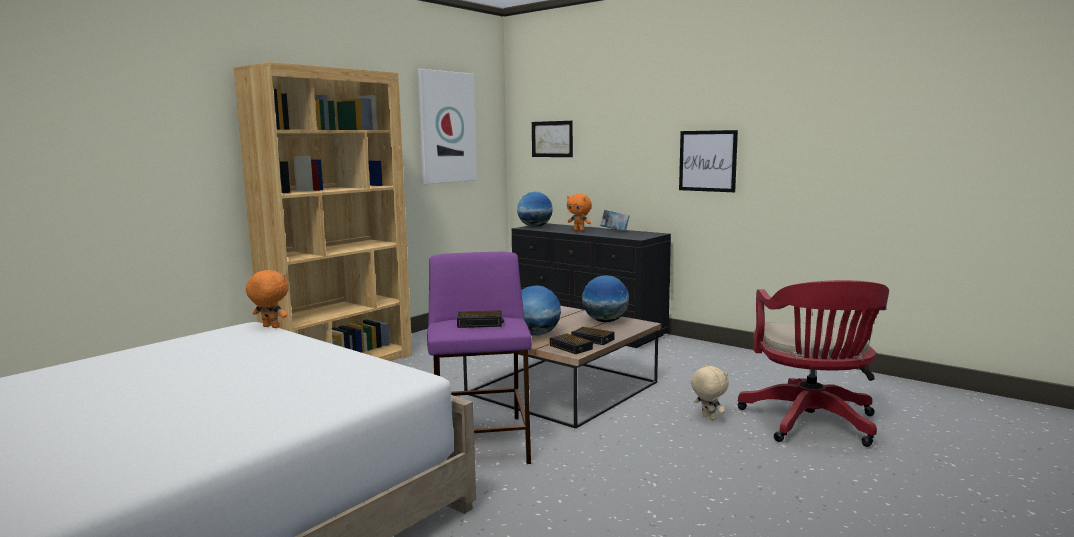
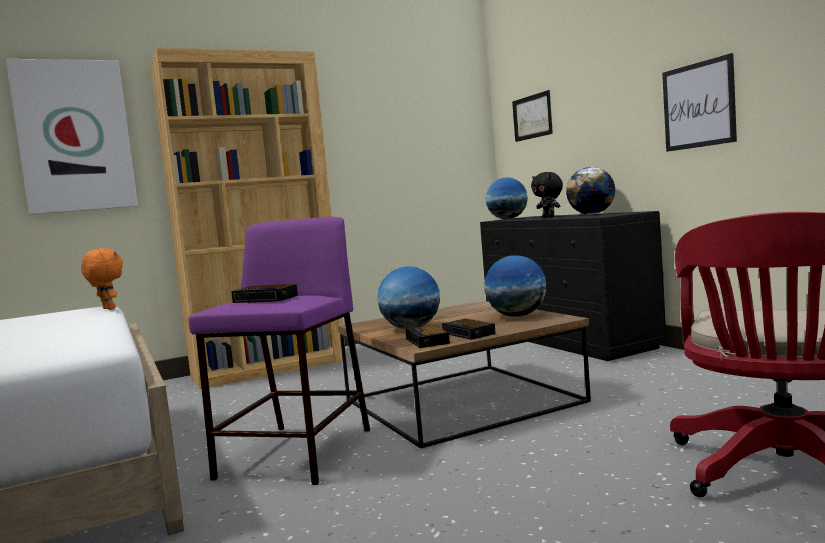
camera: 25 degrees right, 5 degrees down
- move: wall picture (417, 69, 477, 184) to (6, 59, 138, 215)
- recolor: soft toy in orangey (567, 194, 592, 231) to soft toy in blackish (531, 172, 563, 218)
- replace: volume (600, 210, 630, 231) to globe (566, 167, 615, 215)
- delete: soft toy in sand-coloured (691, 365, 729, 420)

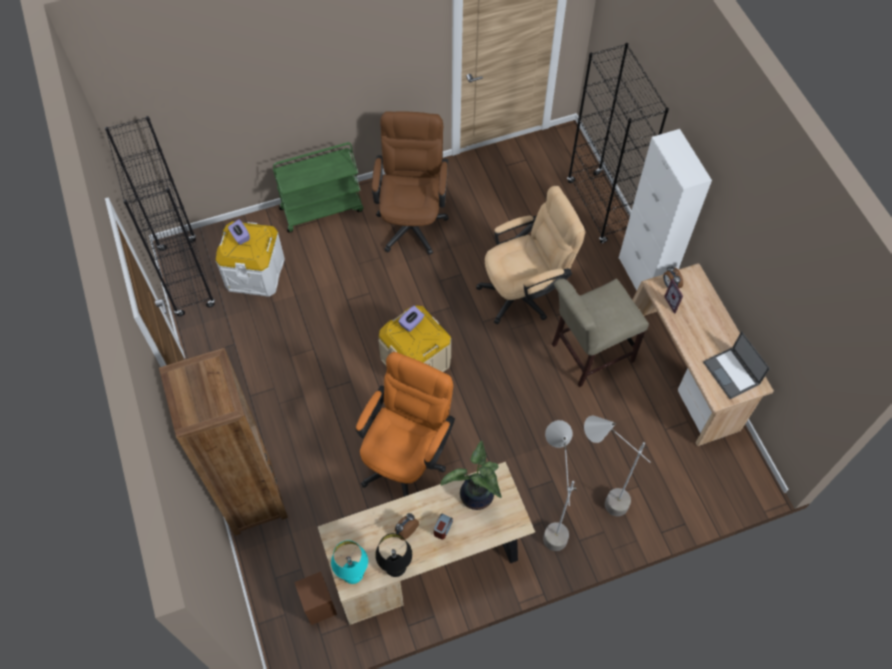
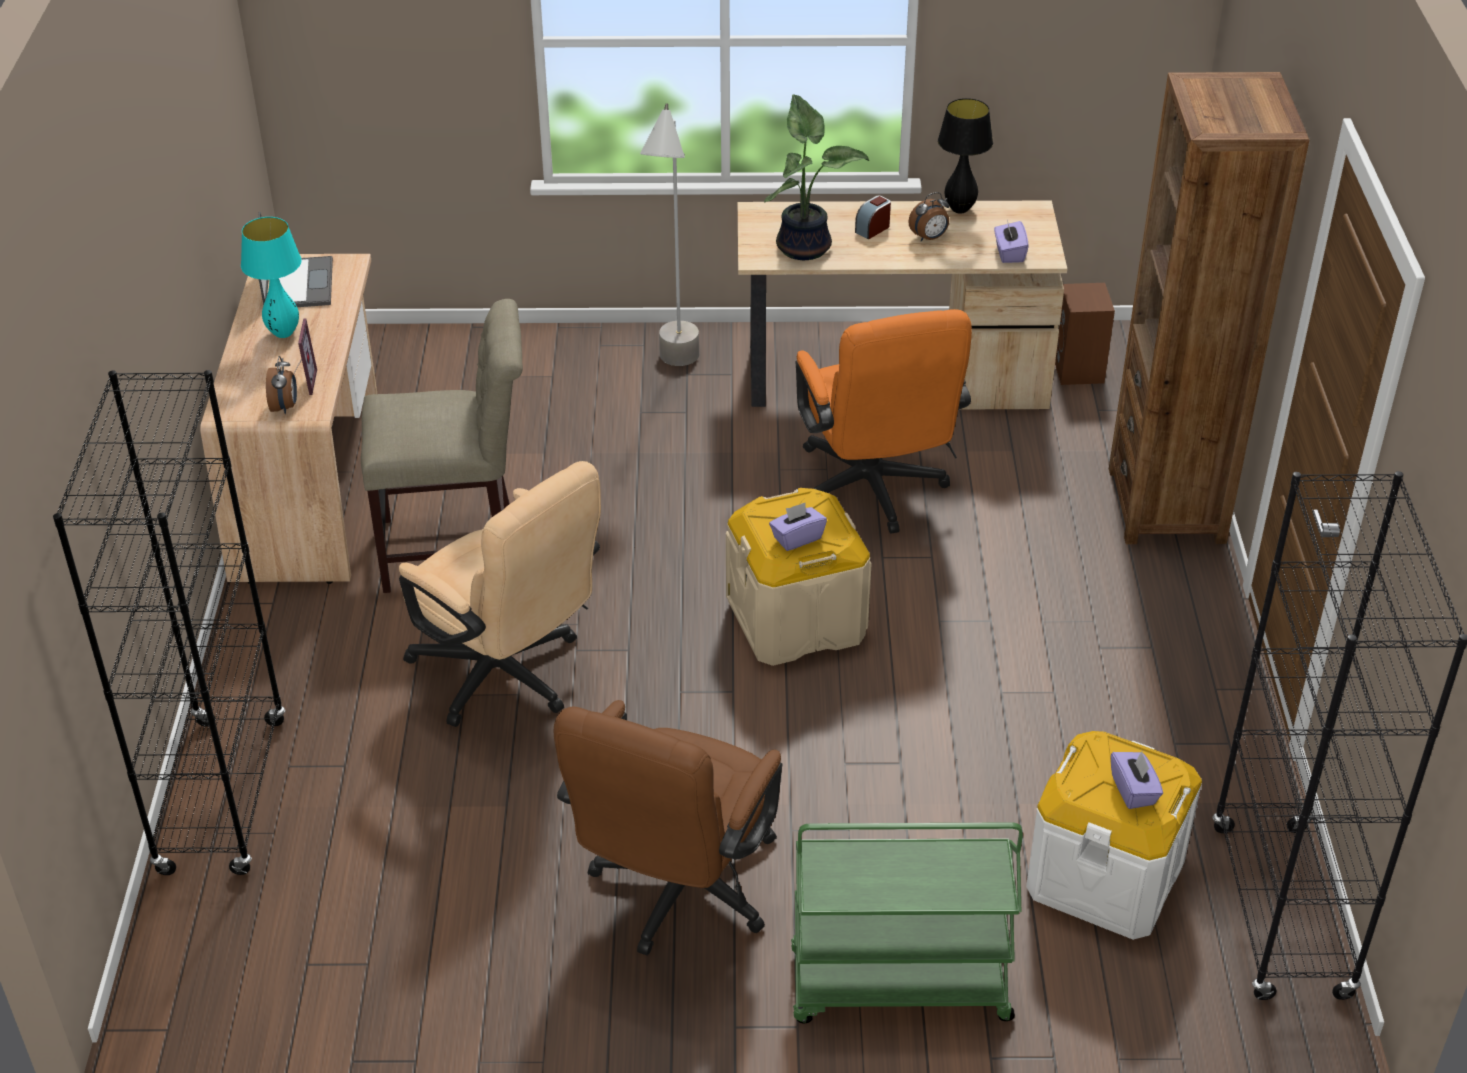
camera: 160 degrees left, 20 degrees down
- move: lamp for a table in turquoise (331, 540, 368, 584) to (241, 217, 302, 338)
- rotate: desk chair in orangey (356, 352, 455, 497) = (795, 309, 972, 534) 60 degrees counterclockwise
- rotate: desk chair in sand-coloured (476, 186, 585, 325) = (399, 461, 601, 727) 135 degrees counterclockwise
- delete: standard lamp in greyish (584, 416, 650, 516)
- delete: cupboard in white (619, 129, 712, 290)
- insert: box of tissues in purplish (994, 220, 1029, 263)

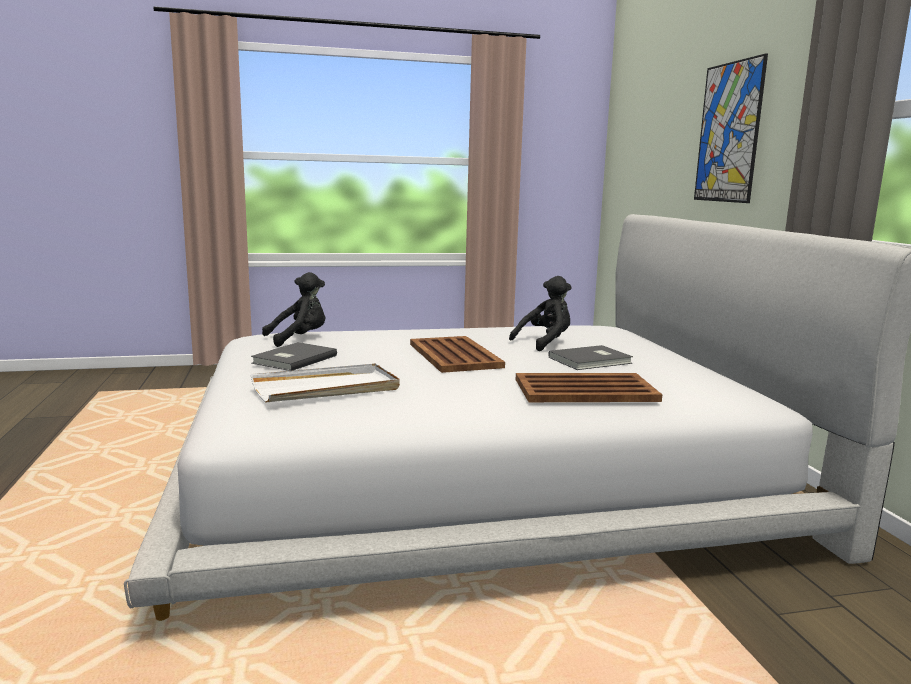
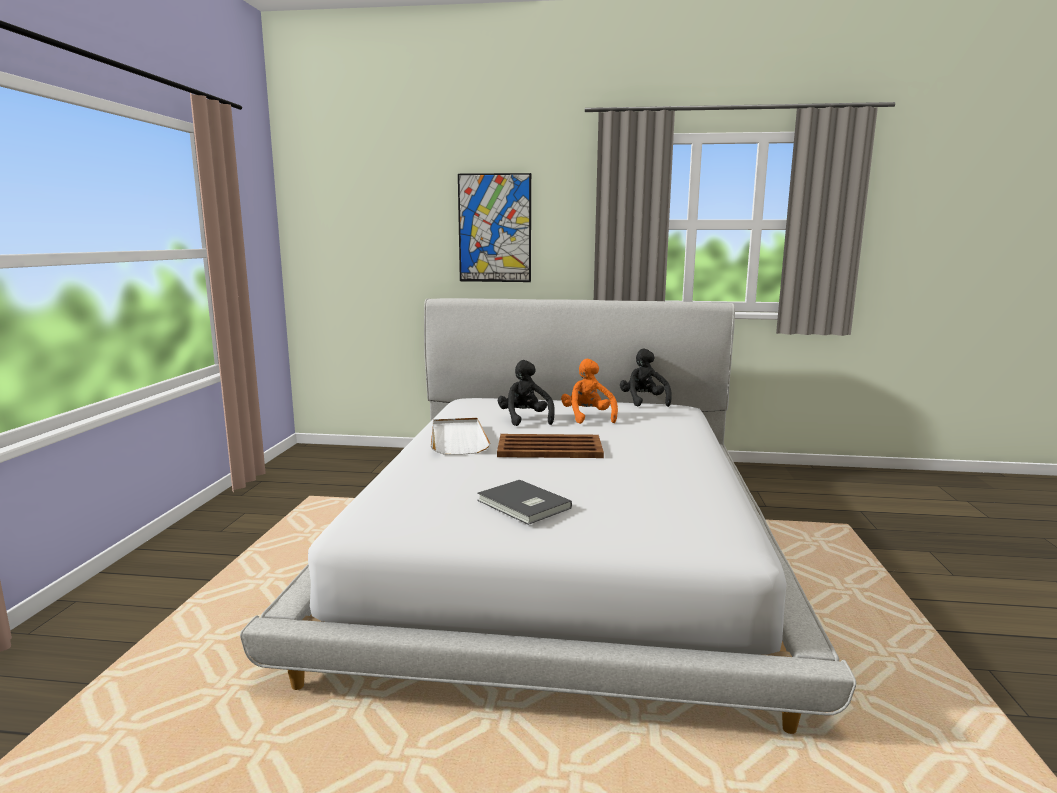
camera: 70 degrees left, 0 degrees up
- move: carrying tray in white (251, 363, 400, 403) to (431, 418, 490, 455)
- move: soft toy in blackish (262, 272, 326, 347) to (620, 349, 672, 407)
- delete: carrying tray in brown (516, 373, 662, 402)
- replace: volume in greyish (548, 345, 633, 370) to soft toy in orangey (561, 359, 618, 424)

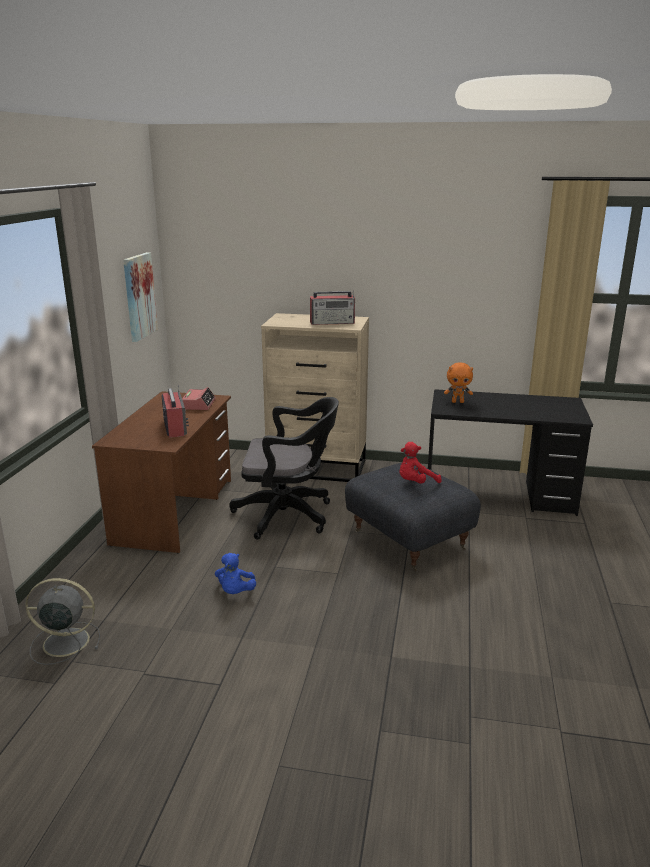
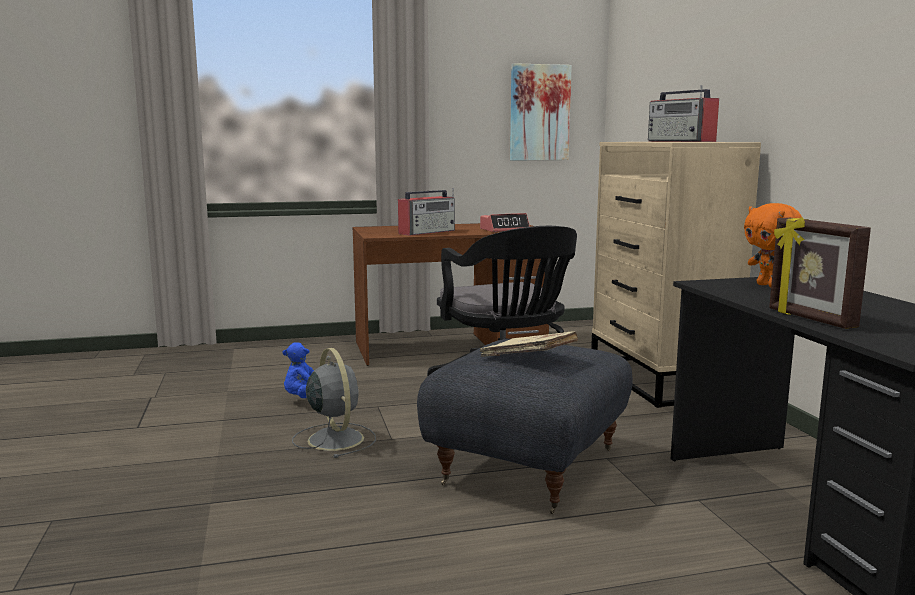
camera: 65 degrees right, 10 degrees down
- move: cooling fan in greyish (25, 578, 100, 665) to (292, 348, 376, 458)
- replace: soft toy in red-coloured (399, 442, 442, 484) to volume in sand-coloured (480, 331, 578, 356)
- insert: photo frame (769, 217, 871, 329)

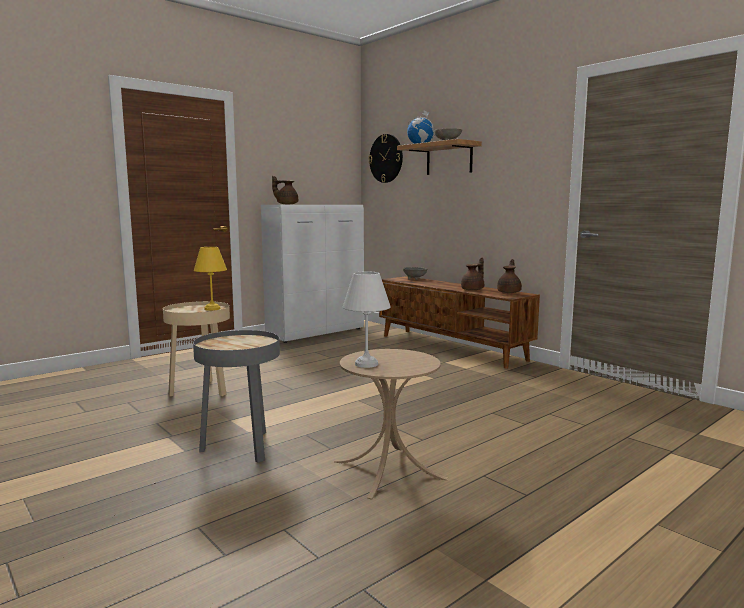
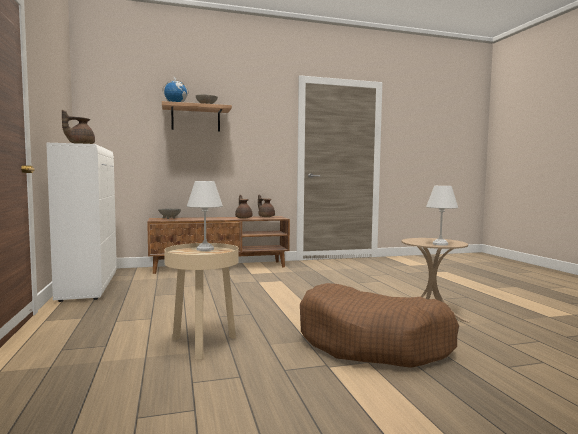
camera: 65 degrees left, 5 degrees down
- replace: accent table in greyish (193, 330, 280, 463) to dog cushion in brown (300, 283, 459, 368)
- recolor: lamp for a table in yellow-coloured (194, 247, 227, 311) to lamp for a table in white (187, 181, 223, 251)
- delete: hanging clock (368, 134, 403, 183)

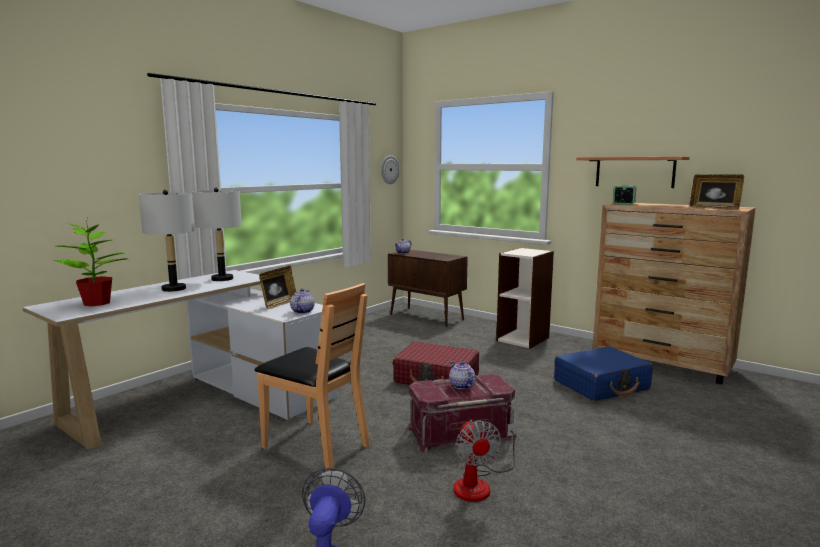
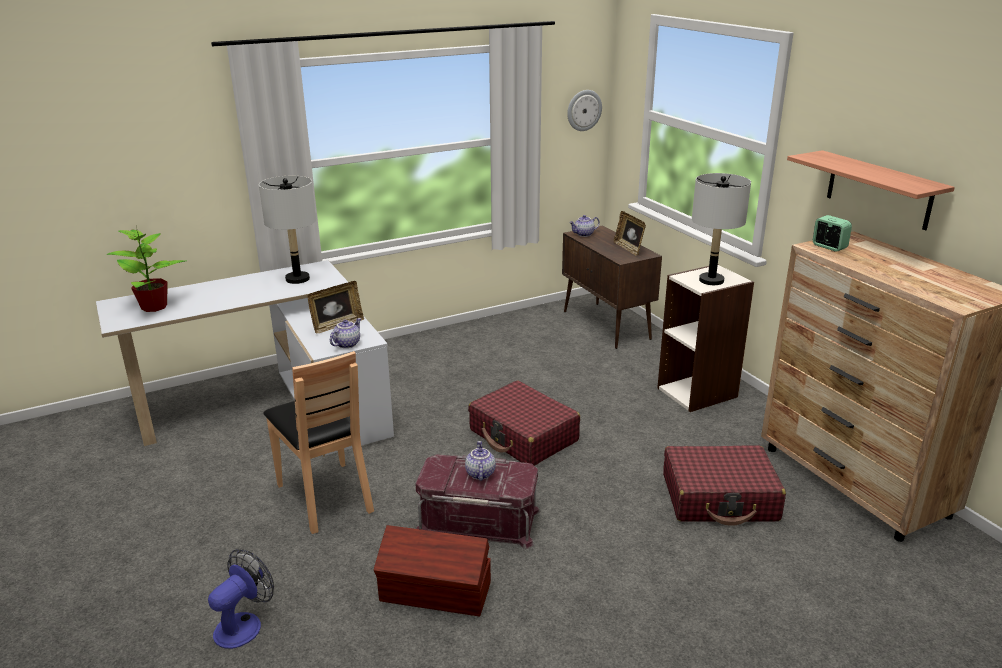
camera: 25 degrees right, 15 degrees up
- move: lamp for a table in greyish (139, 190, 195, 292) to (692, 173, 751, 285)
- replace: cooling fan (454, 420, 516, 502) to storage box in brown (374, 525, 491, 616)
- recolor: suitcase in blue-coloured (554, 346, 653, 401) to suitcase in red-coloured (663, 446, 786, 526)
- move: photo frame (690, 174, 744, 210) to (614, 211, 646, 256)

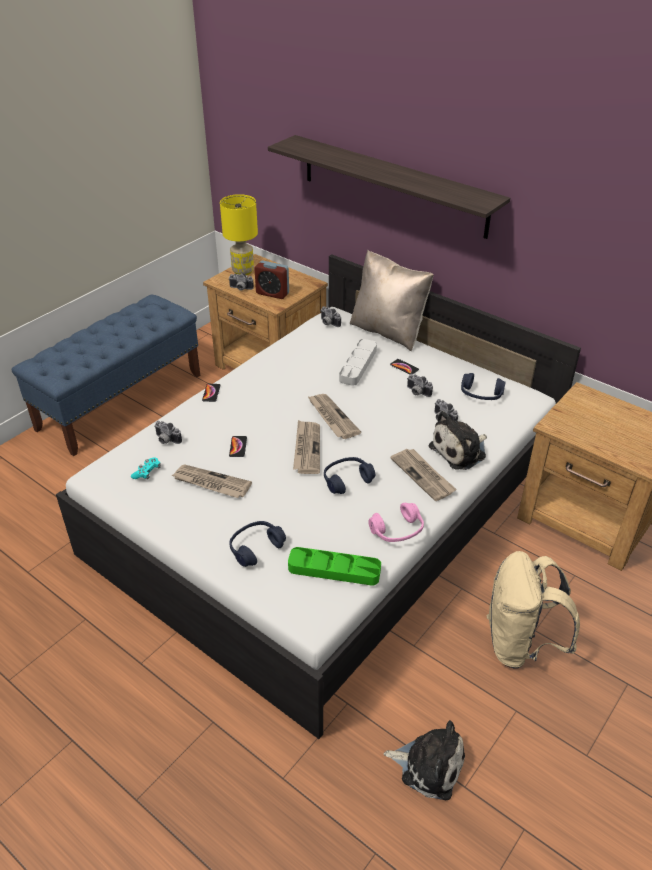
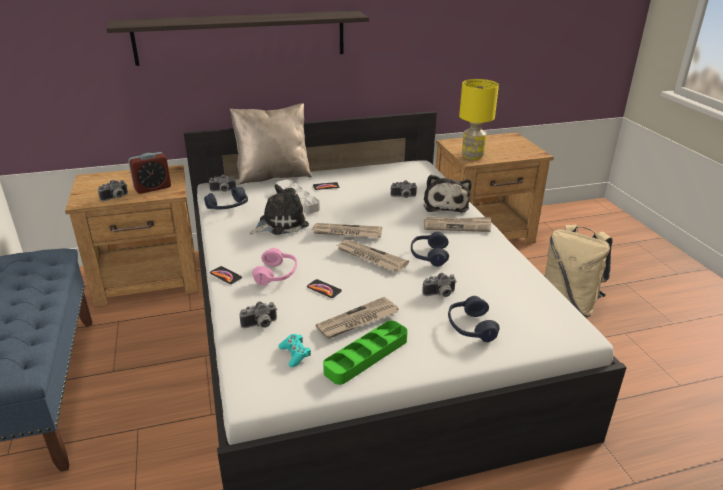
camera: 55 degrees left, 10 degrees down
- move: lamp for a table in yellow-coloured (220, 194, 258, 275) to (459, 79, 499, 160)
- move: carrying tray in greenish (288, 547, 381, 586) to (323, 320, 408, 385)
- move: pair of headphones in pinkish (368, 503, 424, 542) to (252, 248, 297, 286)
- move: soft toy (384, 720, 465, 800) to (250, 184, 309, 235)
- move: photo camera (407, 374, 433, 397) to (422, 273, 457, 297)
- move: pair of headphones in blue-coloured (461, 373, 506, 400) to (204, 187, 248, 210)

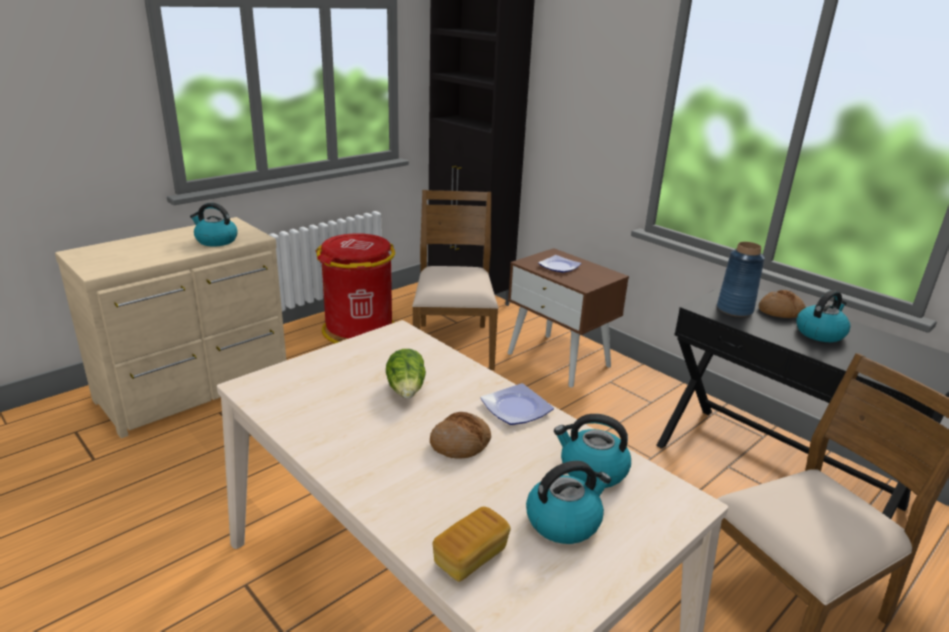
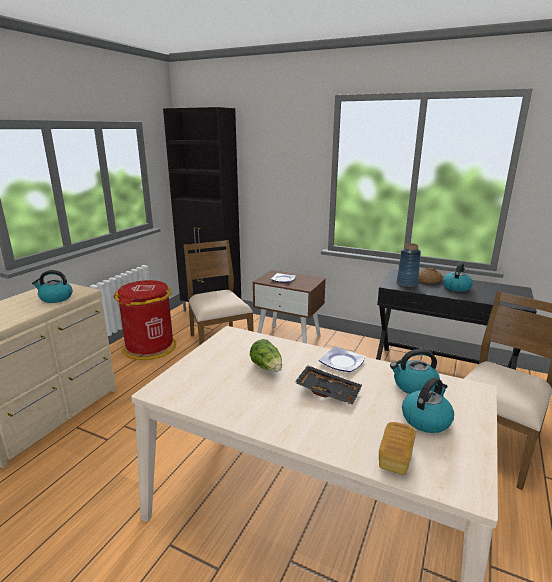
camera: 20 degrees left, 5 degrees down
- replace: baked bread (430, 412, 491, 459) to carrying tray in blackish (294, 365, 362, 405)

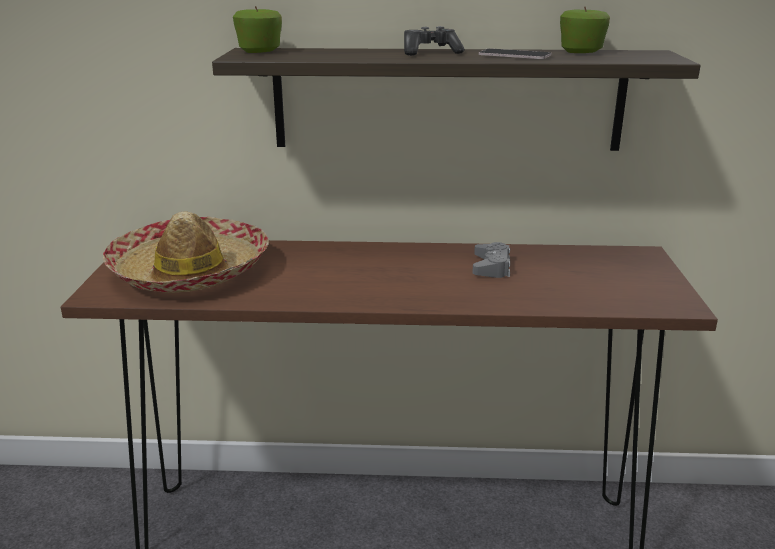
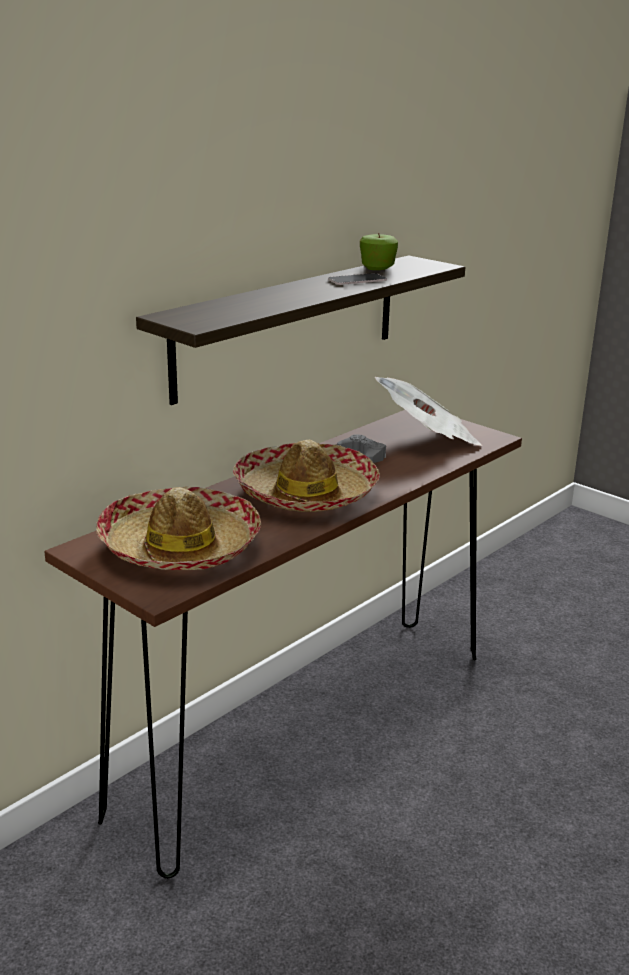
camera: 50 degrees left, 0 degrees up
- delete: whole apple (233, 6, 282, 53)
- delete: game controller (404, 26, 464, 56)
- insert: hat (233, 440, 380, 512)
- insert: daily paper (375, 377, 482, 446)

